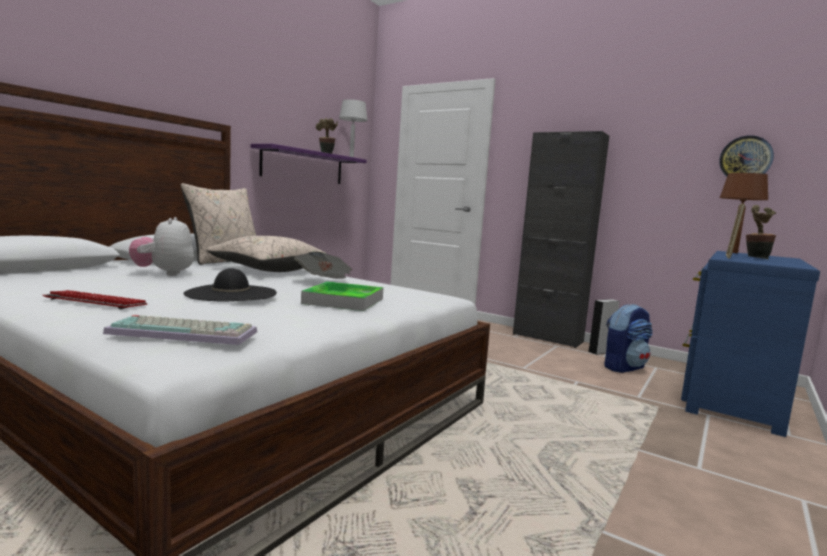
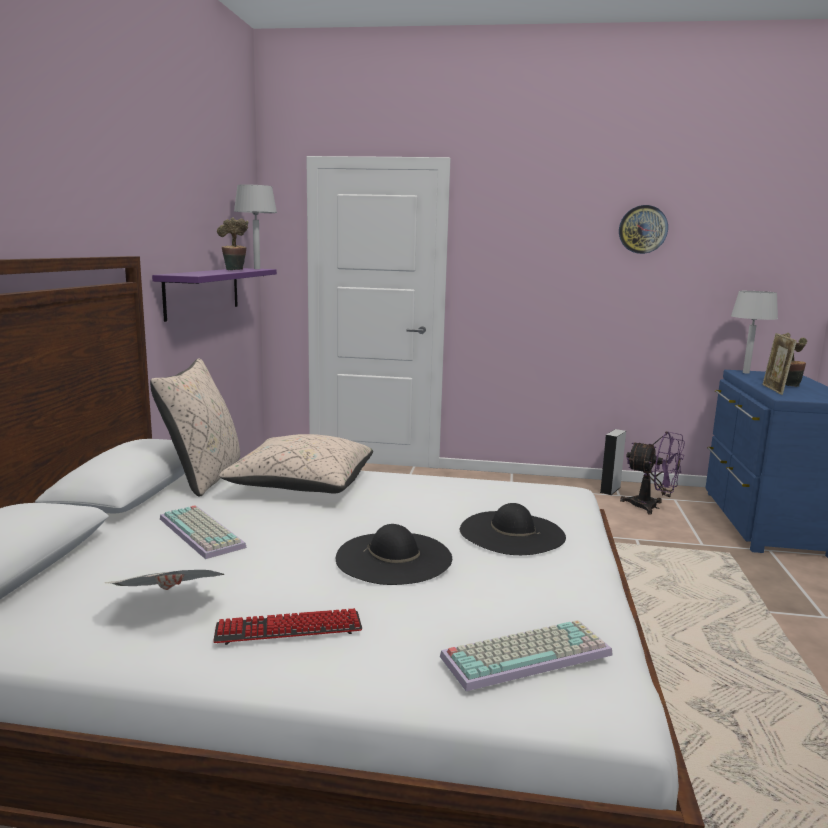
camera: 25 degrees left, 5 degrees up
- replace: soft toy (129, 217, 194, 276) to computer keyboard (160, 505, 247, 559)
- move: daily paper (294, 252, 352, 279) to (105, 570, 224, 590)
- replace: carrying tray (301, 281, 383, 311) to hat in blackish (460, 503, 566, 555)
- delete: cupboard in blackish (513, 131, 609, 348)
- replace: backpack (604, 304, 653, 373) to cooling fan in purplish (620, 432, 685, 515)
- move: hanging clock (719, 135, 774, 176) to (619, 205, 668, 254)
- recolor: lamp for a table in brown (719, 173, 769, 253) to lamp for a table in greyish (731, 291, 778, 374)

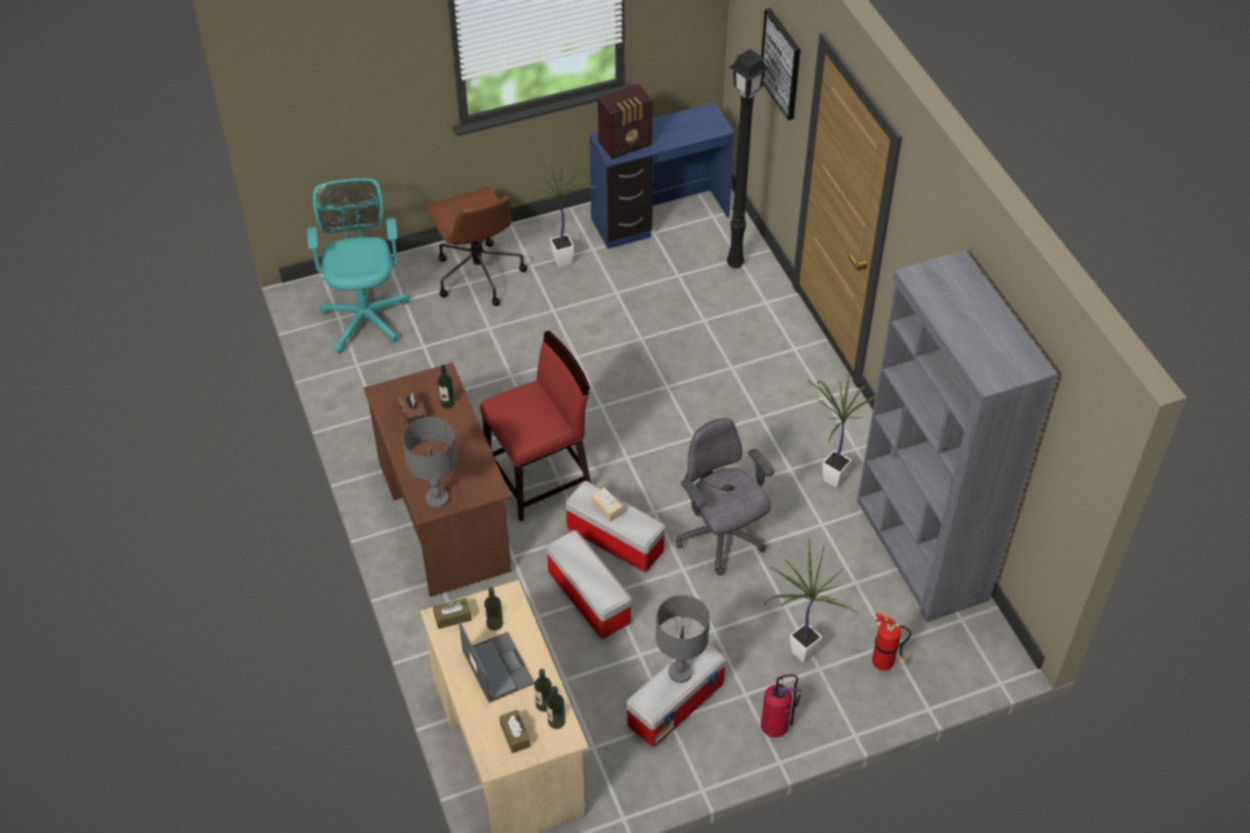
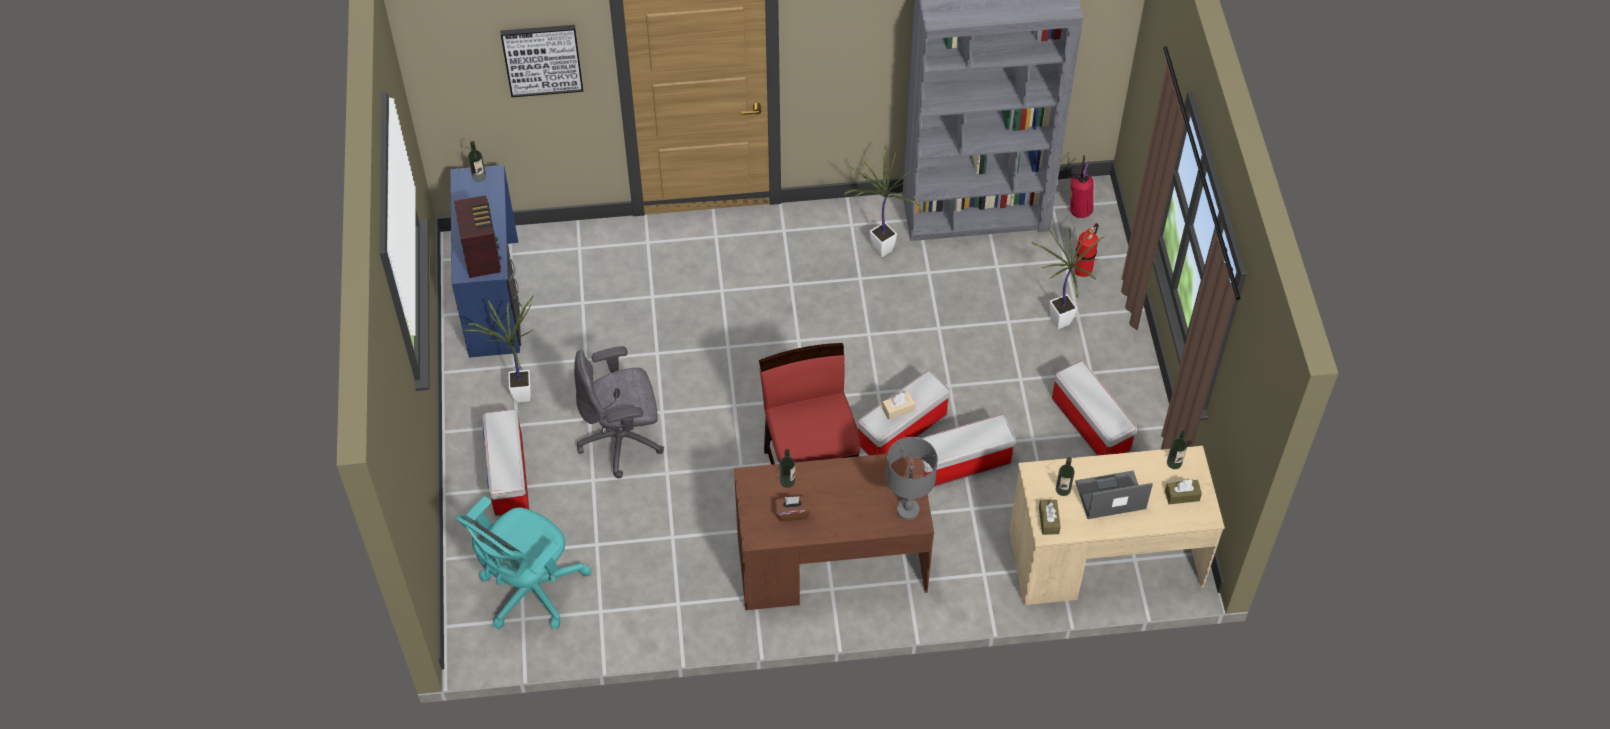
camera: 75 degrees left, 5 degrees up
- rotate: desk chair in turquoise (307, 178, 409, 353) = (455, 496, 592, 629) 60 degrees counterclockwise
- replace: desk chair in brown (426, 186, 527, 306) to storage box (483, 409, 529, 516)
- move: bottle (534, 669, 552, 712) to (468, 141, 486, 182)
- delete: lamp for a table in greyish (656, 595, 710, 683)
- move: desk chair in greyish (676, 418, 774, 575) to (574, 346, 664, 478)
- delete: standard lamp in blackish (727, 49, 770, 269)
- move: fire extinguisher (761, 674, 803, 737) to (1068, 155, 1093, 218)

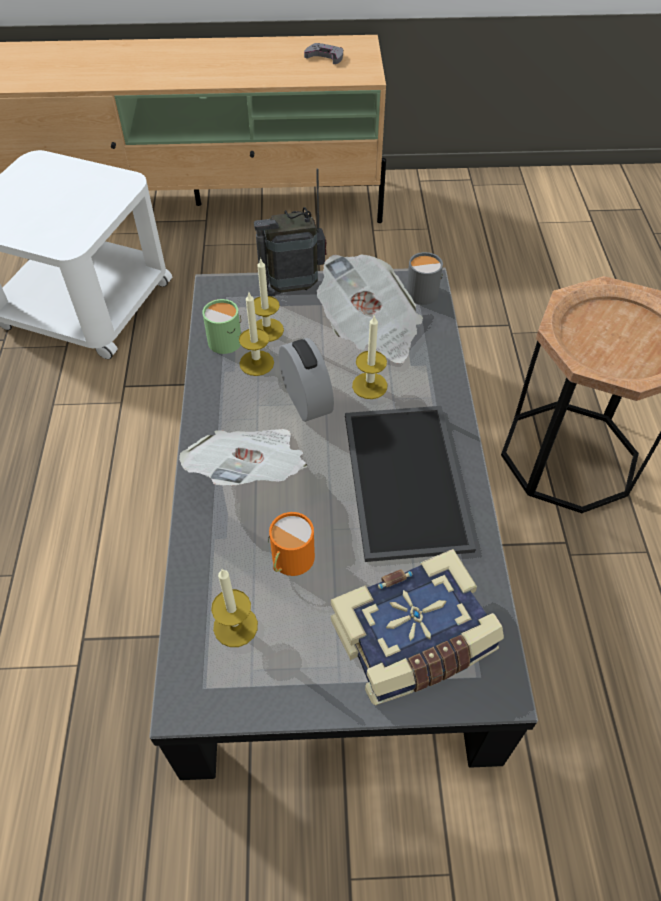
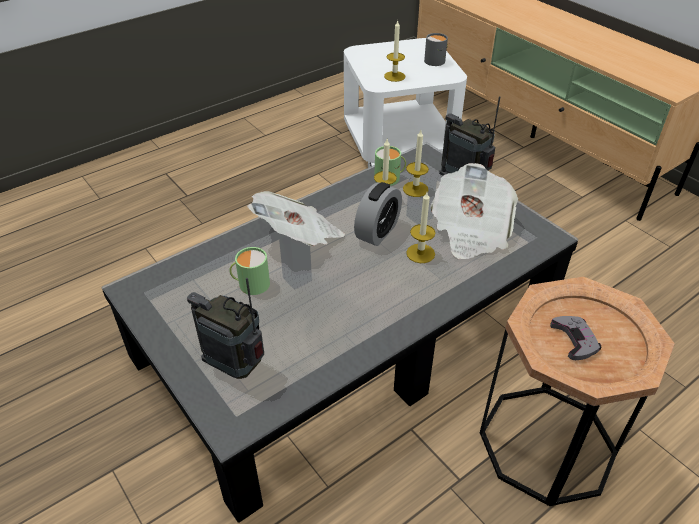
camera: 55 degrees right, 10 degrees down
- move: wax candle (211, 569, 258, 647) to (384, 21, 405, 82)
- recolor: coffee mug in orangey (268, 512, 315, 576) to coffee mug in greenish (229, 247, 270, 295)
- move: game controller in greyish (304, 43, 343, 64) to (550, 316, 601, 360)
- replace: volume (331, 549, 504, 705) to radio set (187, 278, 264, 379)
- delete: carrying tray (345, 406, 476, 562)
- move: coffee mug in greyish (406, 252, 443, 305) to (424, 33, 448, 66)

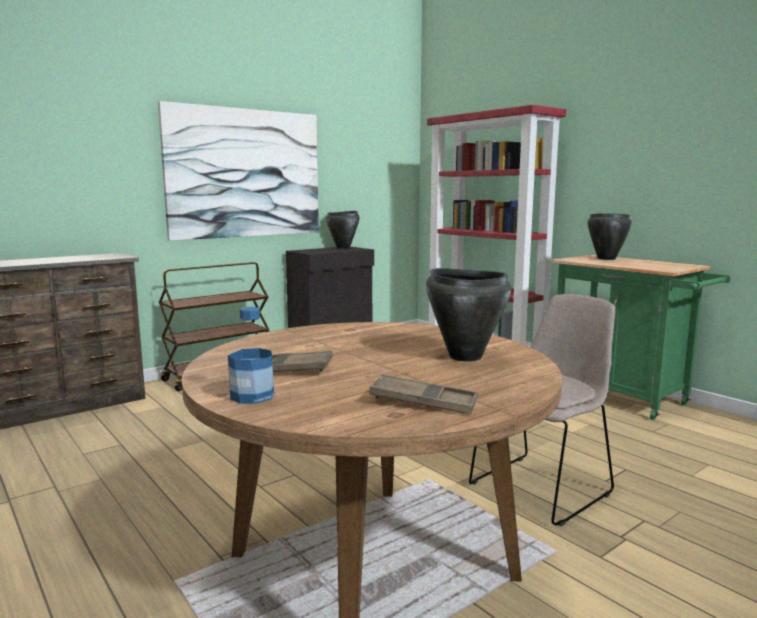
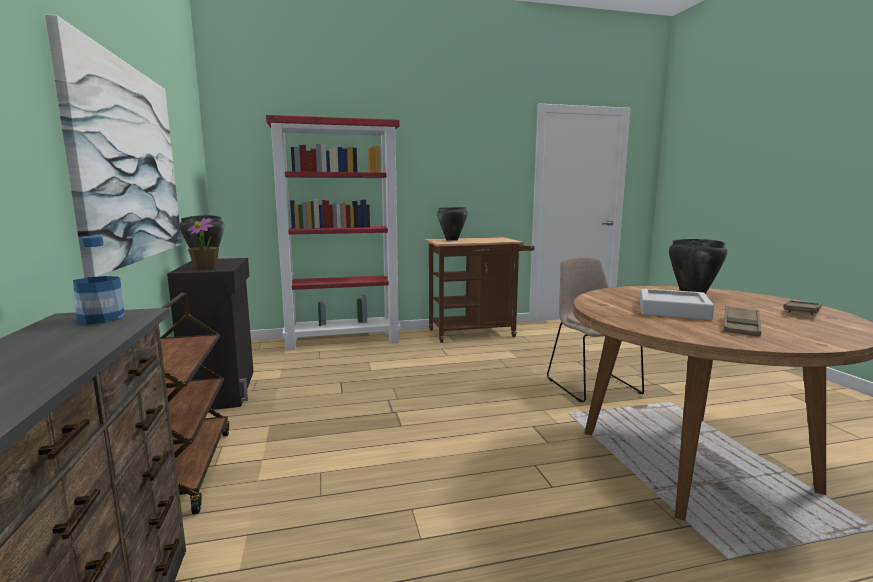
camera: 65 degrees left, 0 degrees up
- move: bottle (228, 307, 274, 404) to (73, 236, 125, 324)
- recolor: wheeled cart in greenish (551, 255, 731, 420) to wheeled cart in brown (425, 237, 535, 343)
- insert: plant in a pot (187, 218, 219, 270)
- insert: carrying tray in greyish (640, 288, 714, 320)

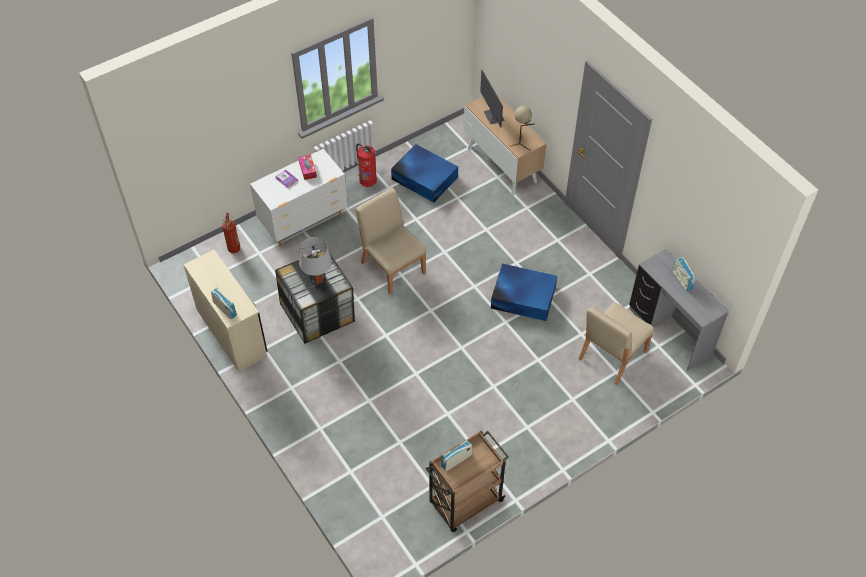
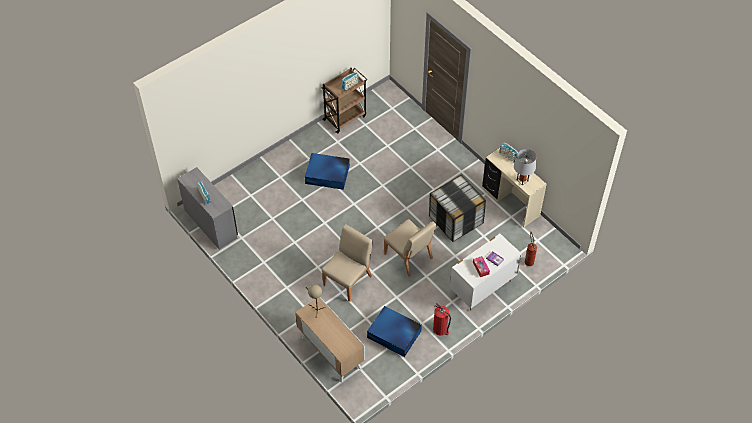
camera: 175 degrees right, 0 degrees up
- move: lamp for a table in greyish (299, 237, 332, 289) to (514, 149, 536, 185)
- delete: computer screen (480, 70, 505, 128)
- move: storage box in blue-coloured (491, 264, 557, 321) to (305, 153, 350, 190)
- move: upright chair in sand-coloured (579, 302, 654, 385) to (322, 224, 373, 302)

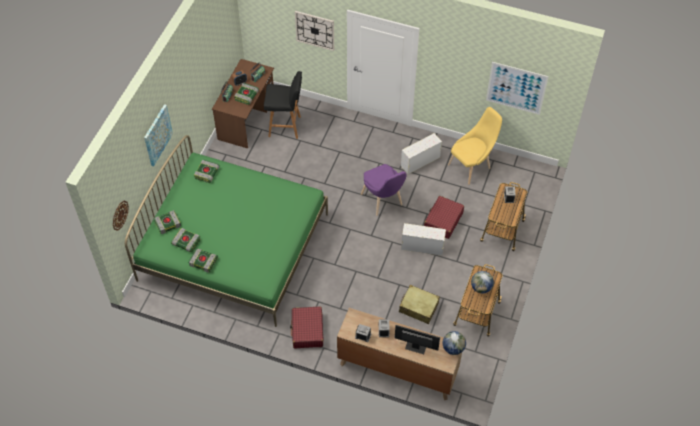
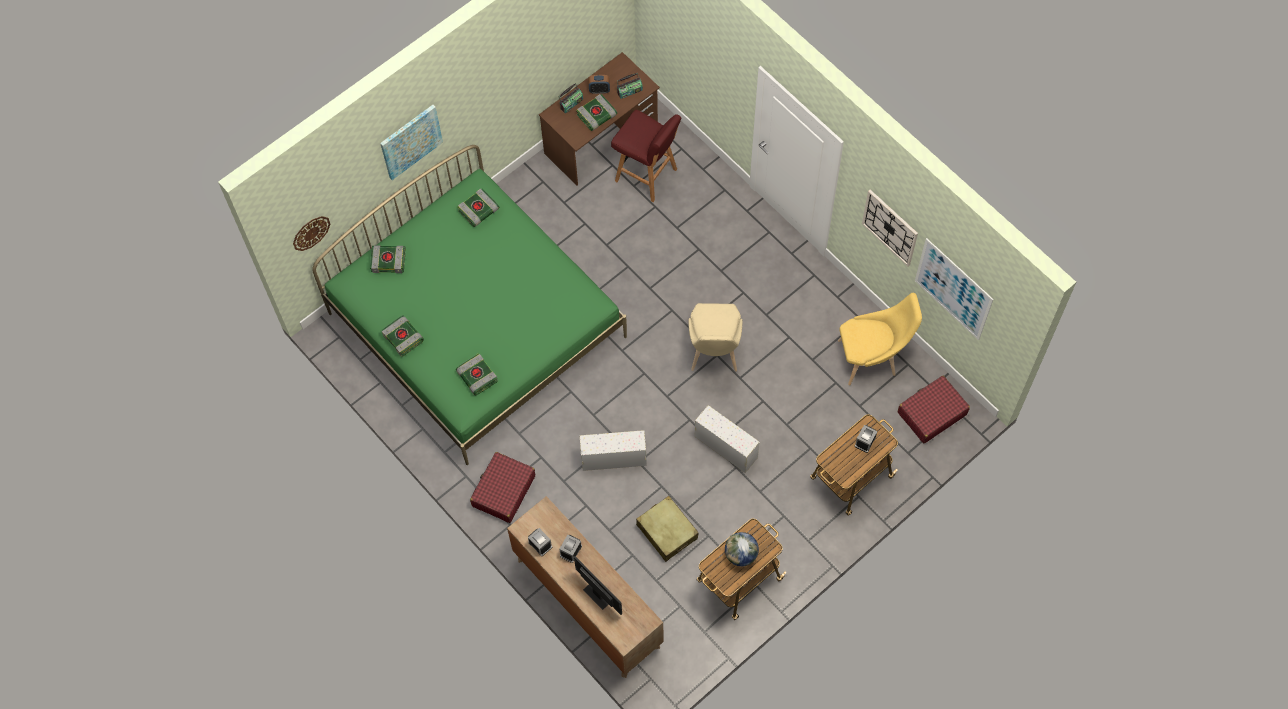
camera: 30 degrees right, 10 degrees up
- move: volume (171, 228, 201, 252) to (456, 353, 498, 395)
- recolor: stool seat in blackish (264, 71, 302, 139) to stool seat in red-coloured (611, 110, 682, 202)
- move: hanging clock (295, 11, 334, 51) to (862, 190, 918, 266)
- recolor: upright chair in purplish (361, 164, 406, 216) to upright chair in sand-coloured (689, 303, 742, 372)
- move: storage box in white (401, 133, 442, 174) to (580, 430, 647, 471)
- move: suitcase in red-coloured (424, 196, 464, 239) to (898, 376, 970, 443)
- delete: globe (443, 331, 466, 355)

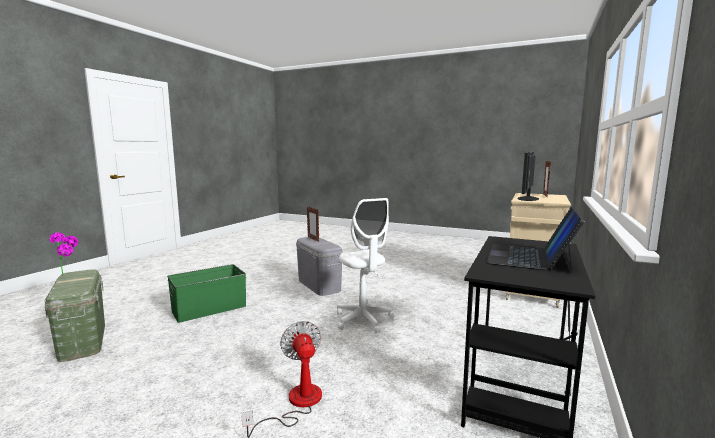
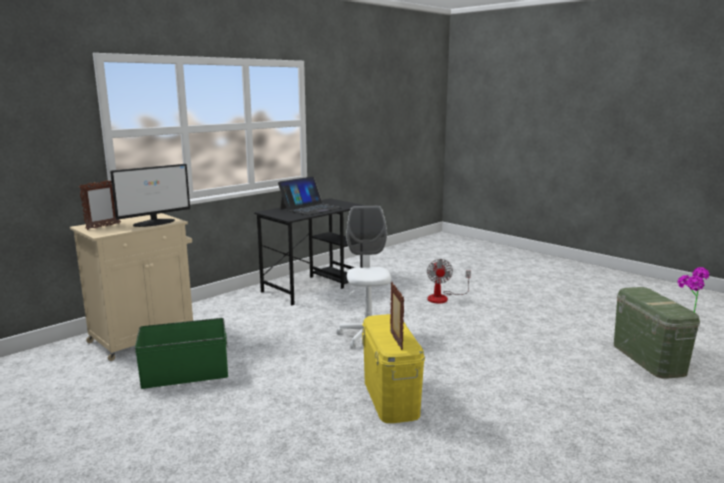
camera: 160 degrees left, 5 degrees up
- move: storage box in greenish (167, 264, 246, 323) to (135, 318, 228, 389)
- recolor: storage box in greyish (296, 237, 343, 296) to storage box in yellow-coloured (362, 314, 425, 423)

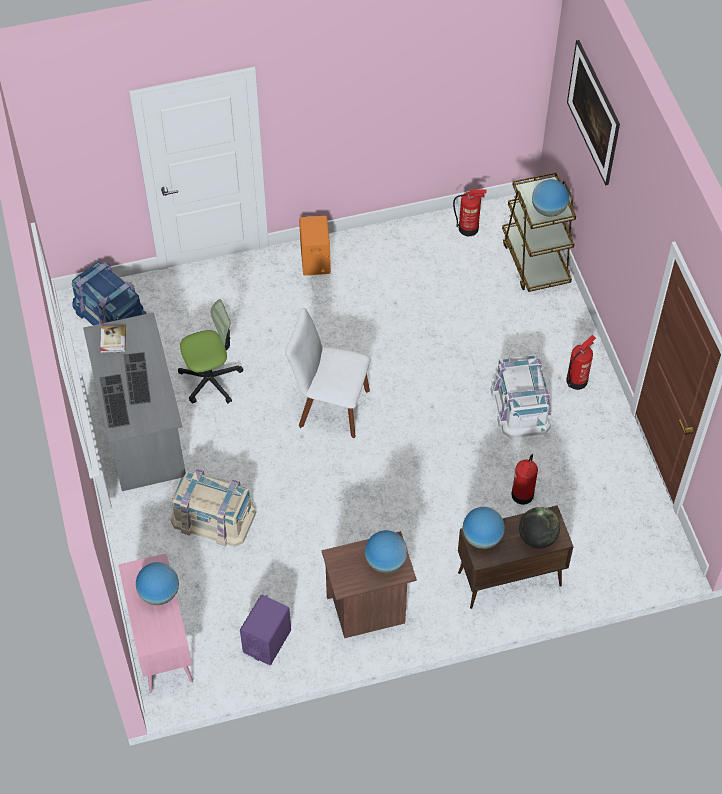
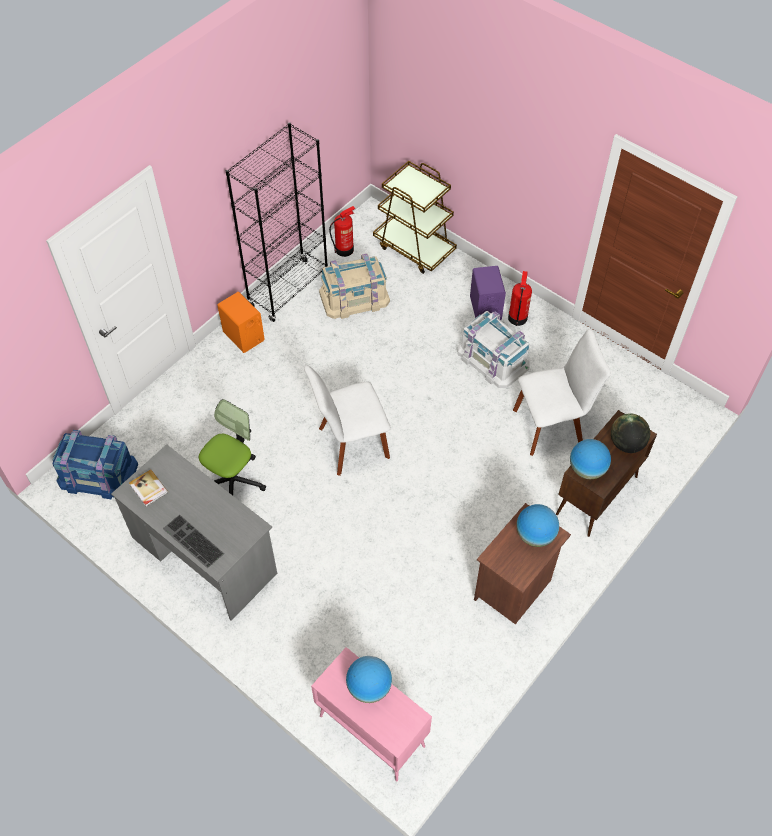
camera: 35 degrees left, 0 degrees up
- delete: computer keyboard (124, 352, 151, 405)
- move: storage box in sand-coloured (170, 468, 256, 547) to (319, 253, 390, 319)
- move: speaker in purplish (240, 595, 291, 665) to (470, 266, 506, 320)
- replace: fire extinguisher (511, 454, 538, 505) to upright chair in white (513, 329, 611, 456)
- delete: globe (532, 179, 569, 217)
- delete: wall picture (567, 40, 620, 185)
- insert: shelving unit in blackish (226, 122, 328, 322)

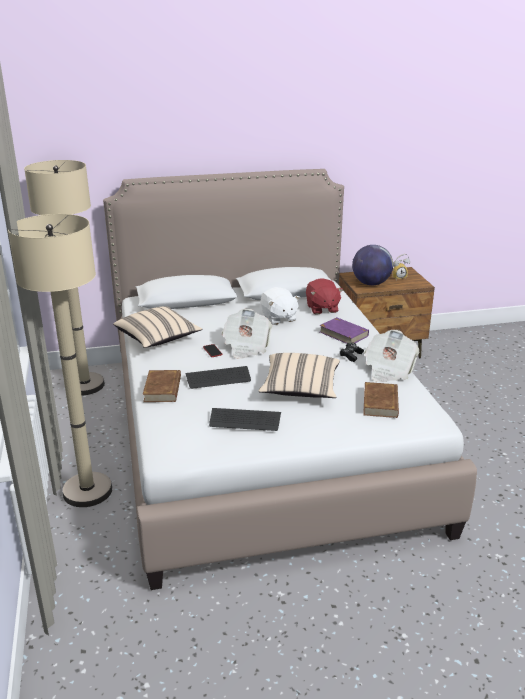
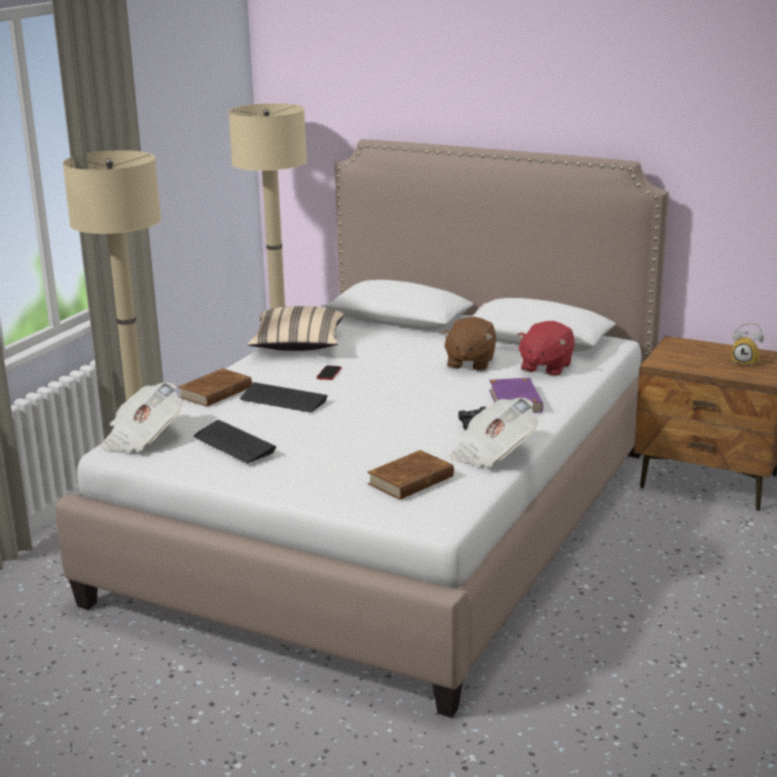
camera: 40 degrees right, 5 degrees down
- move: daily paper (222, 309, 272, 359) to (101, 382, 183, 452)
- delete: cushion in sand-coloured (258, 353, 340, 398)
- recolor: soft toy in white (260, 287, 300, 325) to soft toy in brown (442, 317, 497, 371)
- delete: globe (352, 245, 393, 285)

